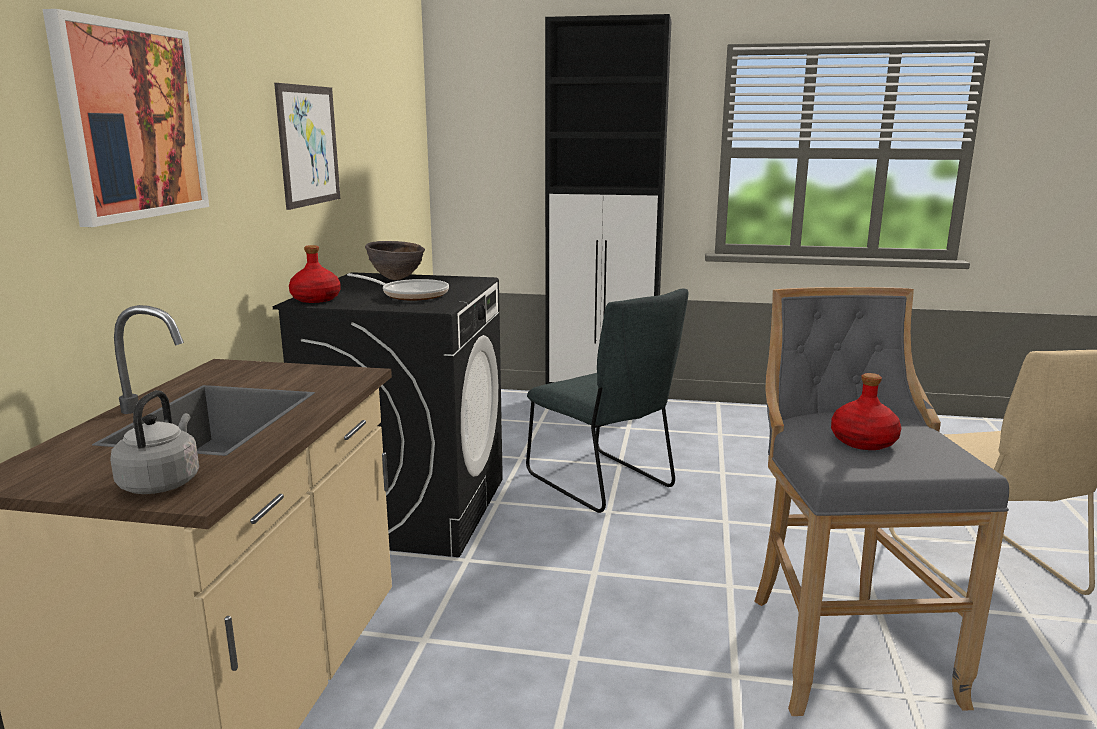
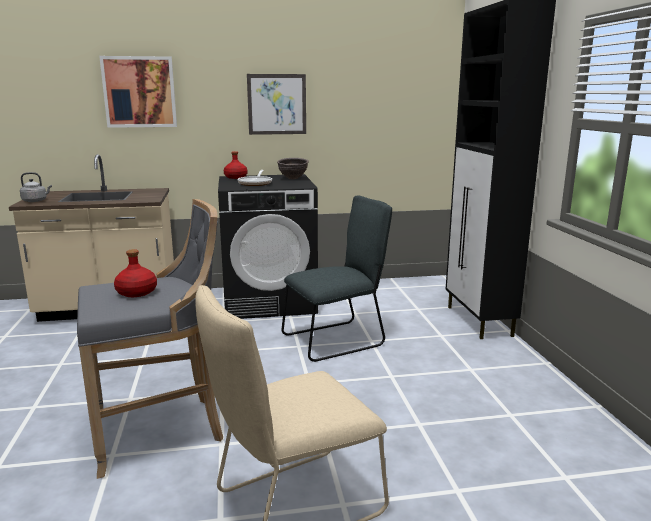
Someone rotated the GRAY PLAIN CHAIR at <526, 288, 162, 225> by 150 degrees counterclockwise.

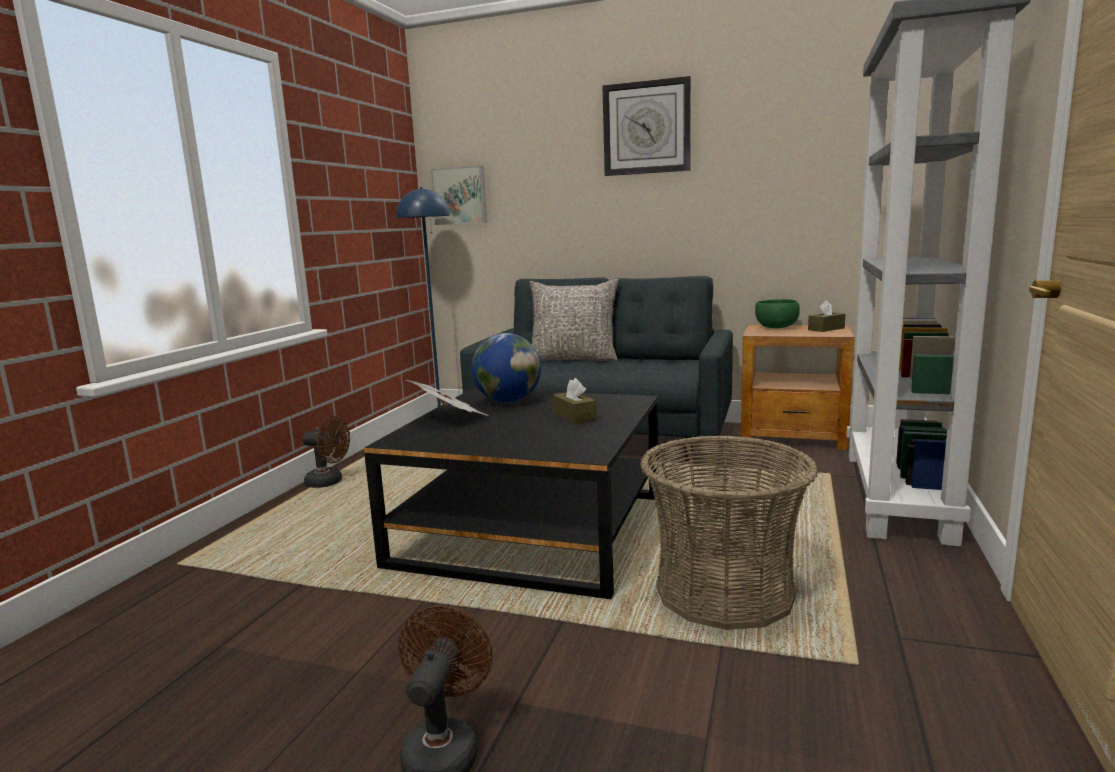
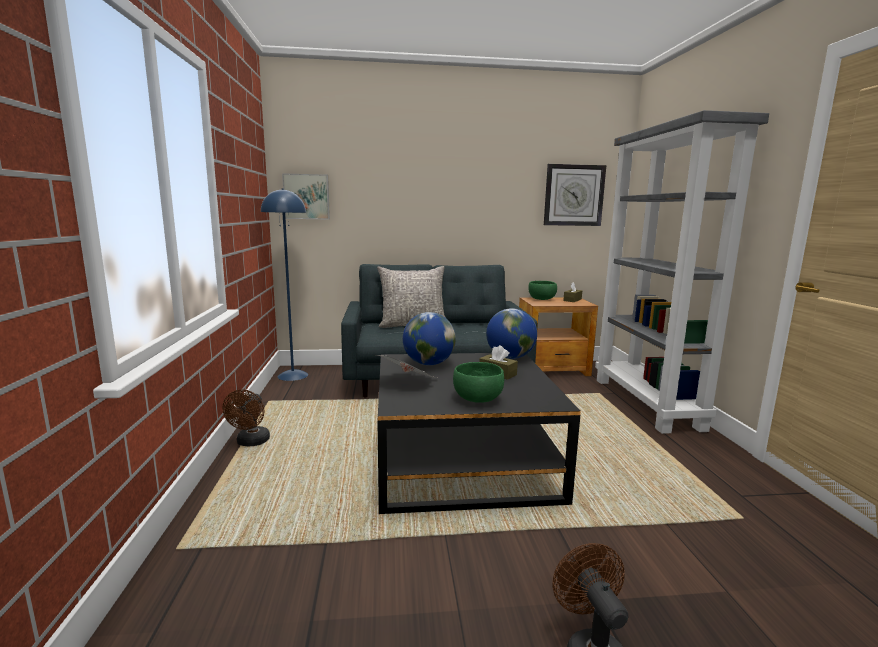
Someone rotated the BROWN FAN at <302, 416, 48, 72> by 105 degrees clockwise.
Someone put down the GREEN DEEP DISH at <453, 362, 51, 41>.
Someone put down the WORLD GLOBE at <486, 308, 51, 51>.
Someone carried the HANGING CLOCK from <602, 76, 89, 100> to <544, 164, 62, 62>.
Someone took away the HOUSEHOLD BASKET at <640, 435, 178, 195>.

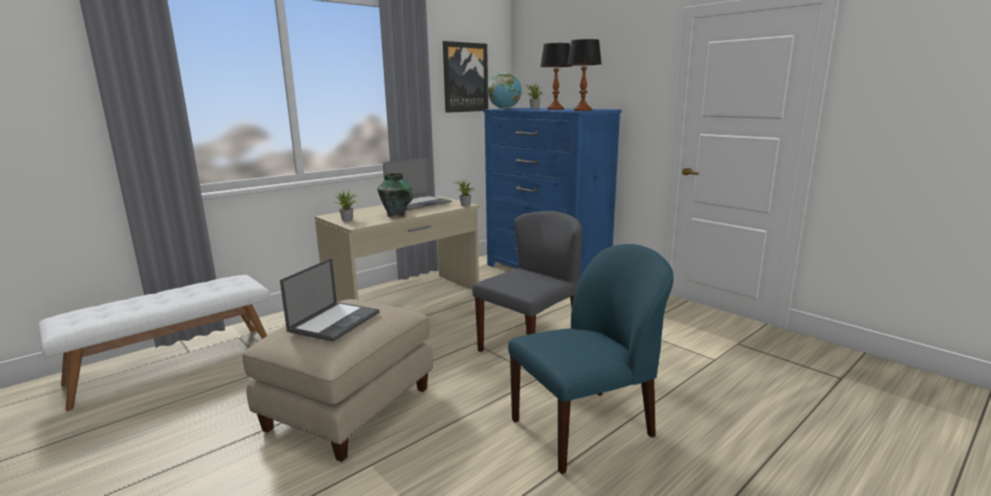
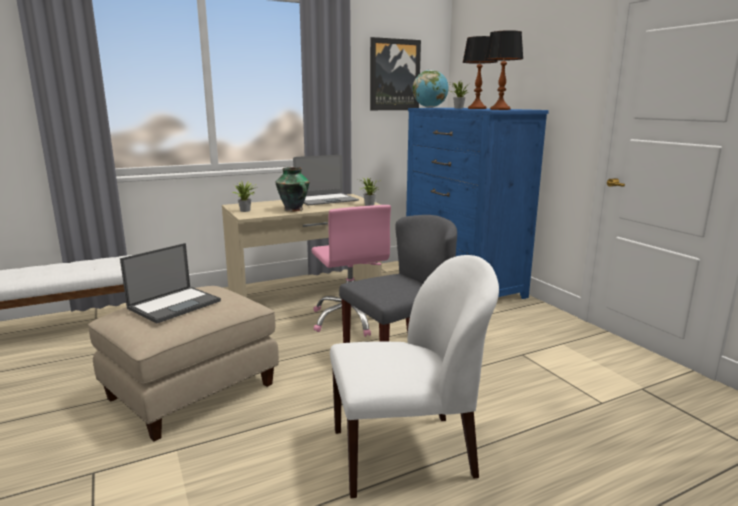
Someone put down the PINK COMPUTER CHAIR at <311, 205, 80, 132>.
Someone repainted the BLUE PLAIN CHAIR at <508, 244, 166, 230>, which became the WHITE-COLOURED PLAIN CHAIR at <330, 255, 169, 244>.

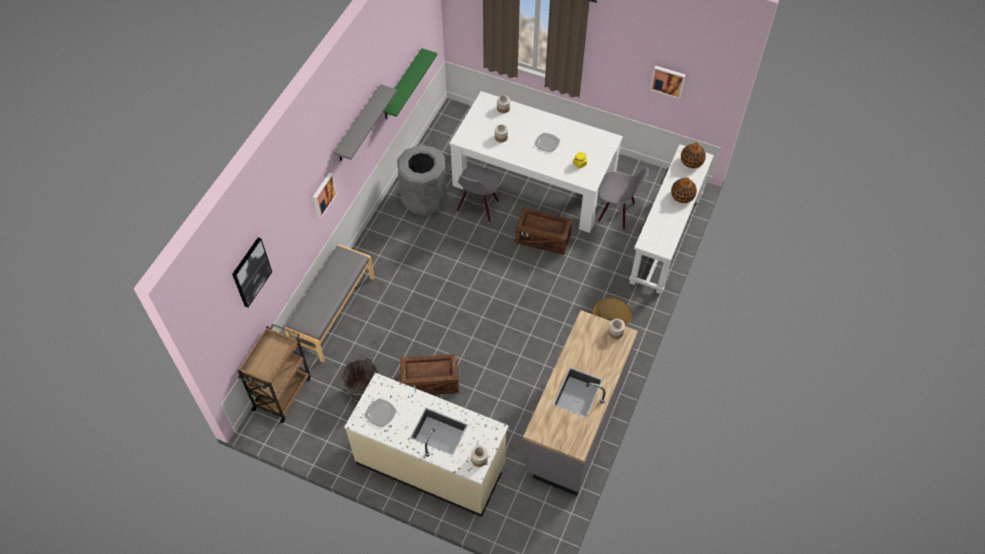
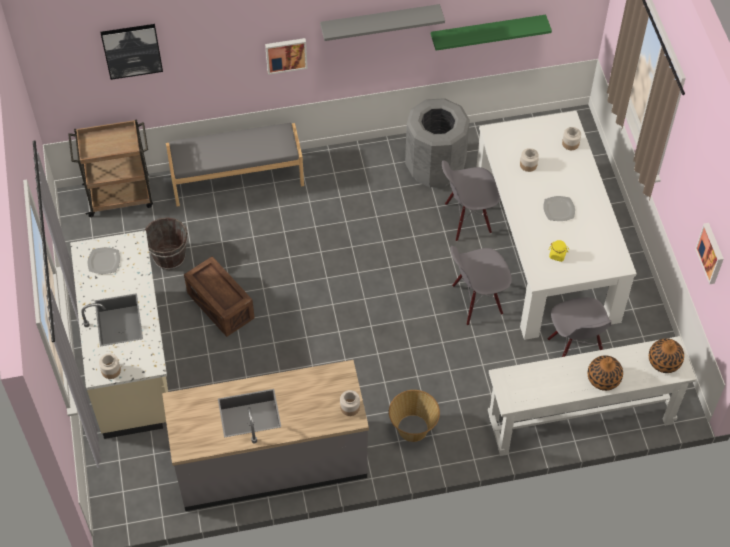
Someone swapped the CRATE at <515, 207, 57, 48> for the GRAY PLAIN CHAIR at <451, 246, 61, 80>.

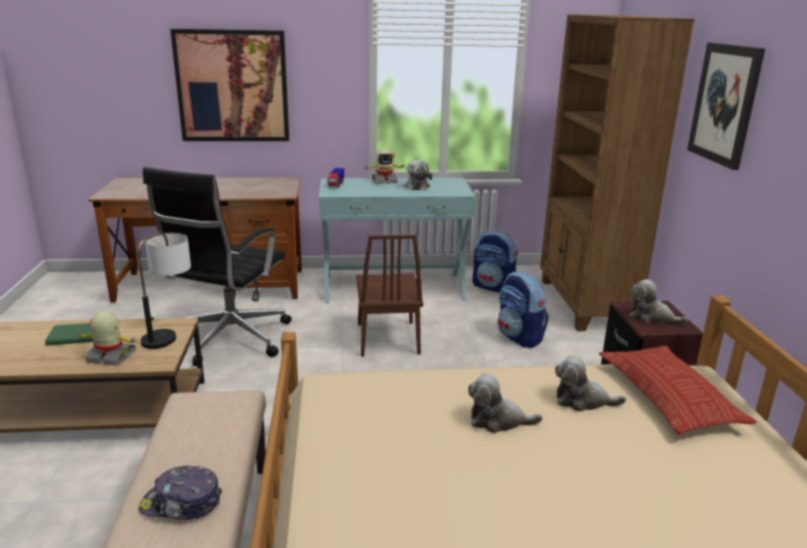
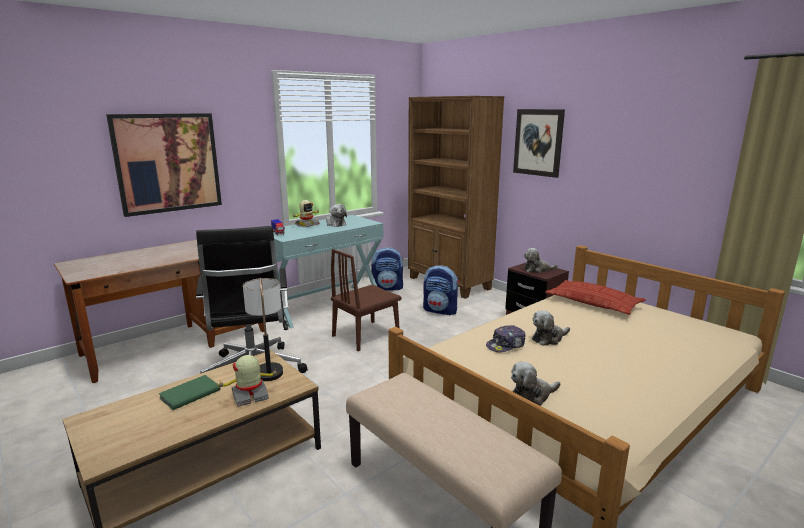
Someone rotated the BROWN PLAIN CHAIR at <356, 235, 67, 122> by 90 degrees clockwise.
Someone carried the BASEBALL CAP from <139, 466, 83, 54> to <486, 325, 40, 27>.
Someone carried the CUDDLY TOY from <555, 355, 71, 56> to <511, 362, 49, 44>.

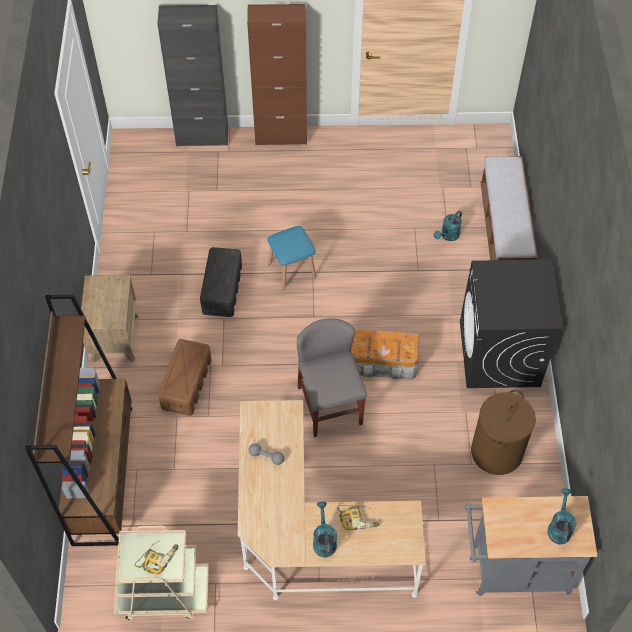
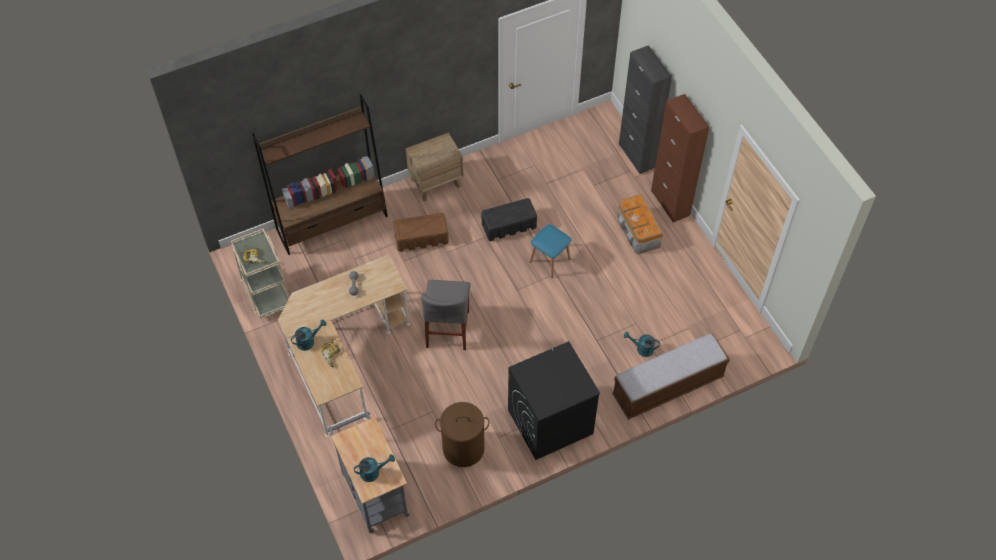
Someone rotated the GRAY PLAIN CHAIR at <297, 318, 70, 119> by 135 degrees clockwise.
Someone carried the STORAGE BIN from <351, 329, 68, 50> to <617, 194, 46, 60>.

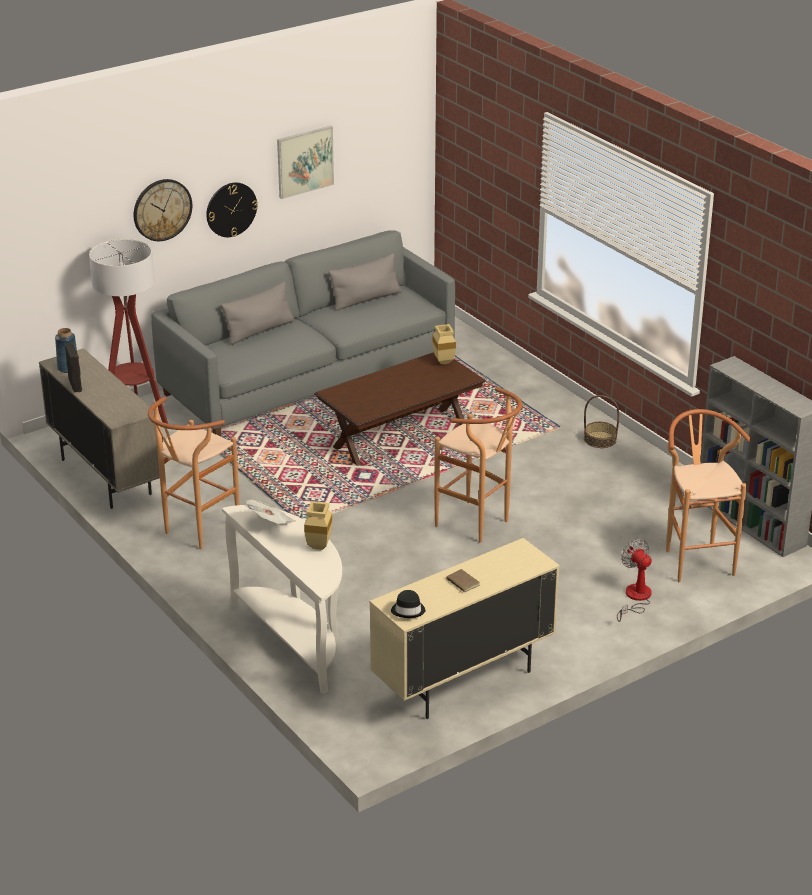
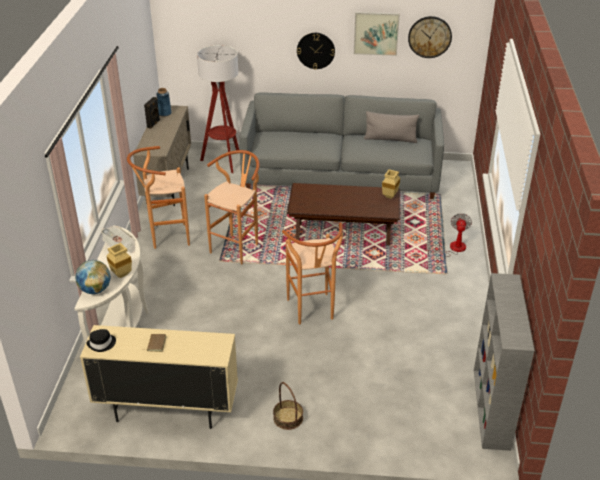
Someone put down the WORLD GLOBE at <75, 260, 36, 34>.
Someone carried the BROWN STOOL SEAT from <666, 409, 85, 173> to <204, 150, 55, 115>.
Someone carried the HOUSEHOLD BASKET from <584, 395, 35, 53> to <273, 382, 30, 48>.
Someone carried the HANGING CLOCK from <134, 179, 58, 62> to <408, 16, 44, 42>.
Someone carried the FAN from <617, 539, 35, 83> to <426, 213, 46, 44>.
Someone took away the GRAY PILLOW at <221, 282, 74, 63>.

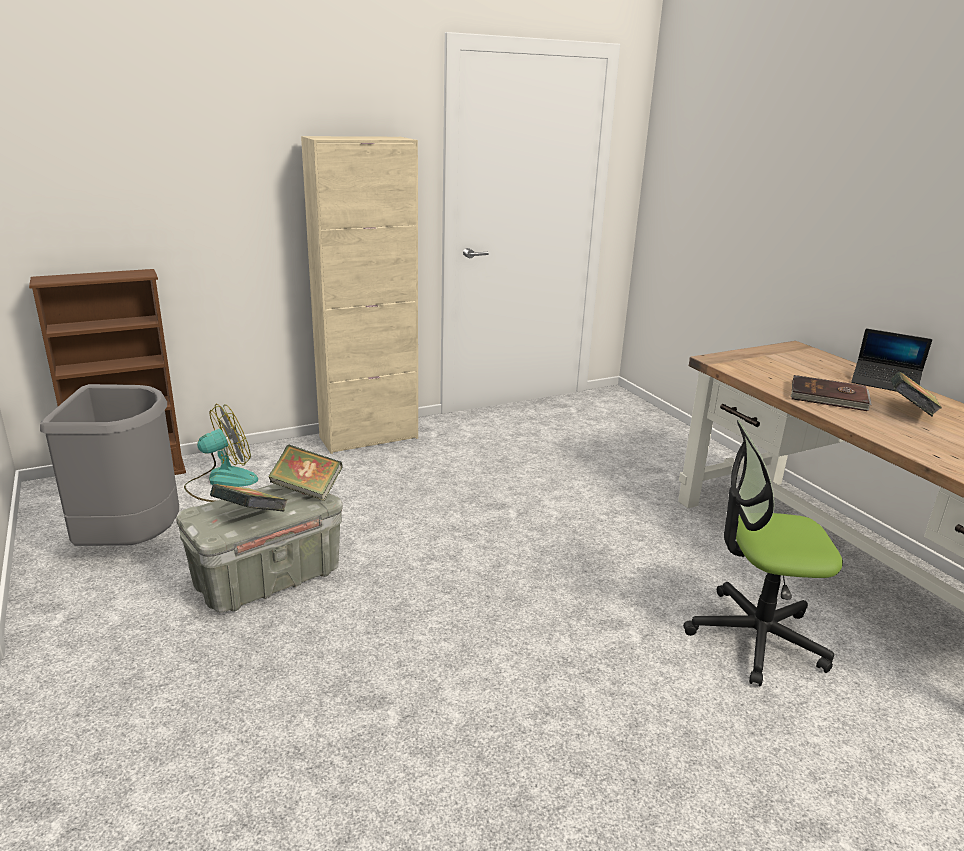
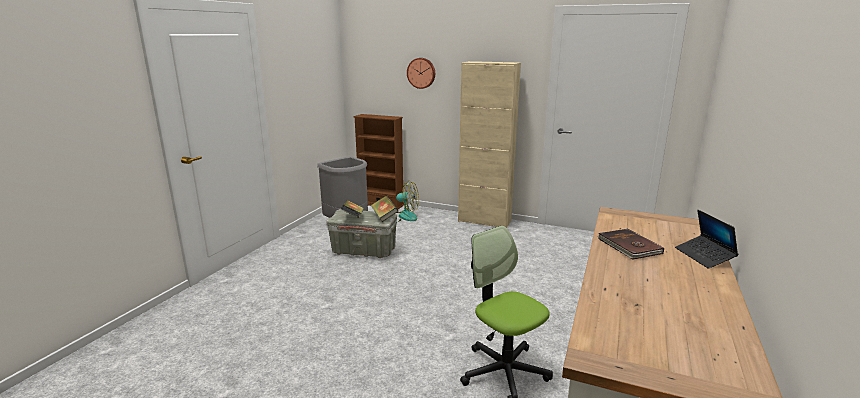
Someone put up the HANGING CLOCK at <407, 58, 28, 31>.
Someone took away the VOLUME at <891, 372, 51, 45>.

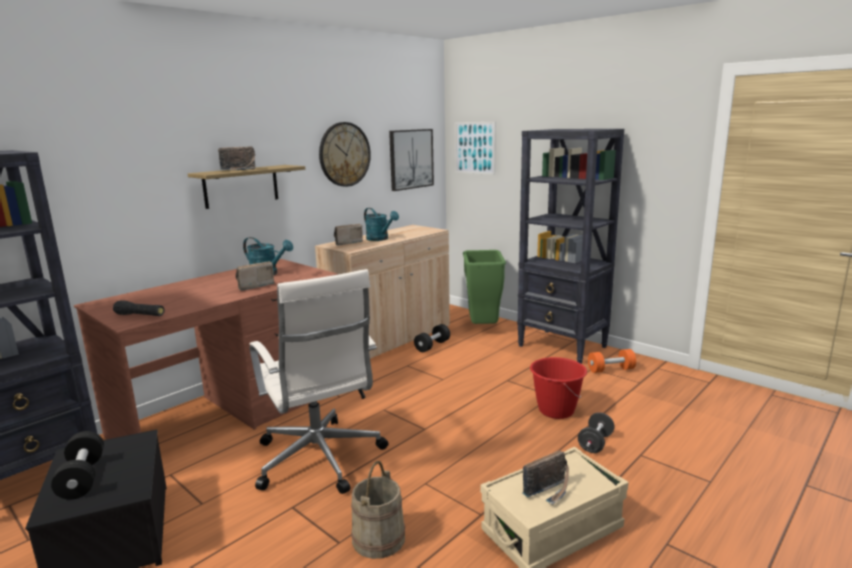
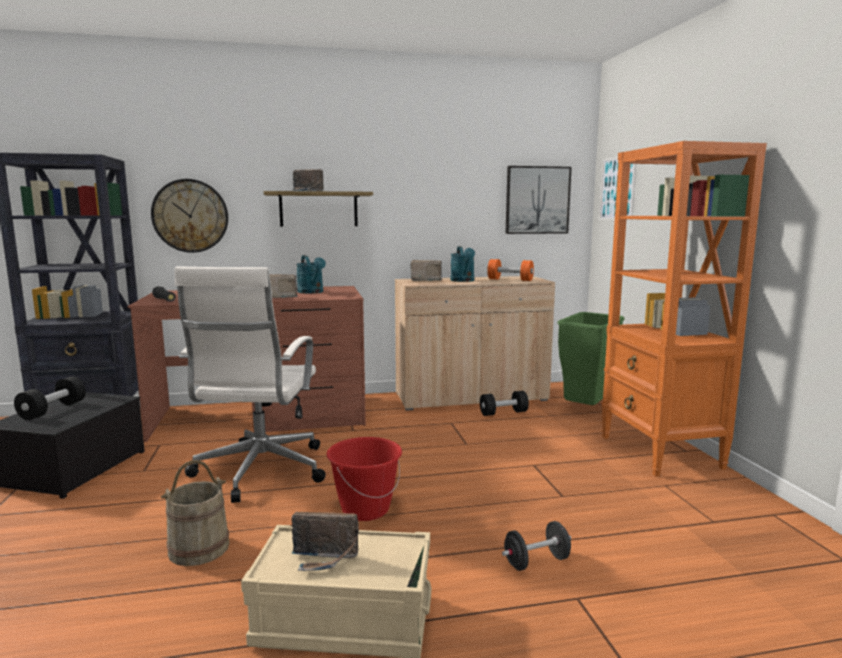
Someone carried the HANGING CLOCK from <319, 122, 52, 65> to <151, 179, 77, 74>.
Someone carried the RED-COLOURED PAIL from <530, 357, 57, 62> to <326, 437, 76, 84>.
Someone carried the ORANGE DUMBBELL from <588, 349, 48, 24> to <487, 259, 47, 22>.
Someone repainted the BLACK BOOKSHELF at <517, 129, 107, 235>, which became the ORANGE BOOKSHELF at <602, 141, 165, 335>.

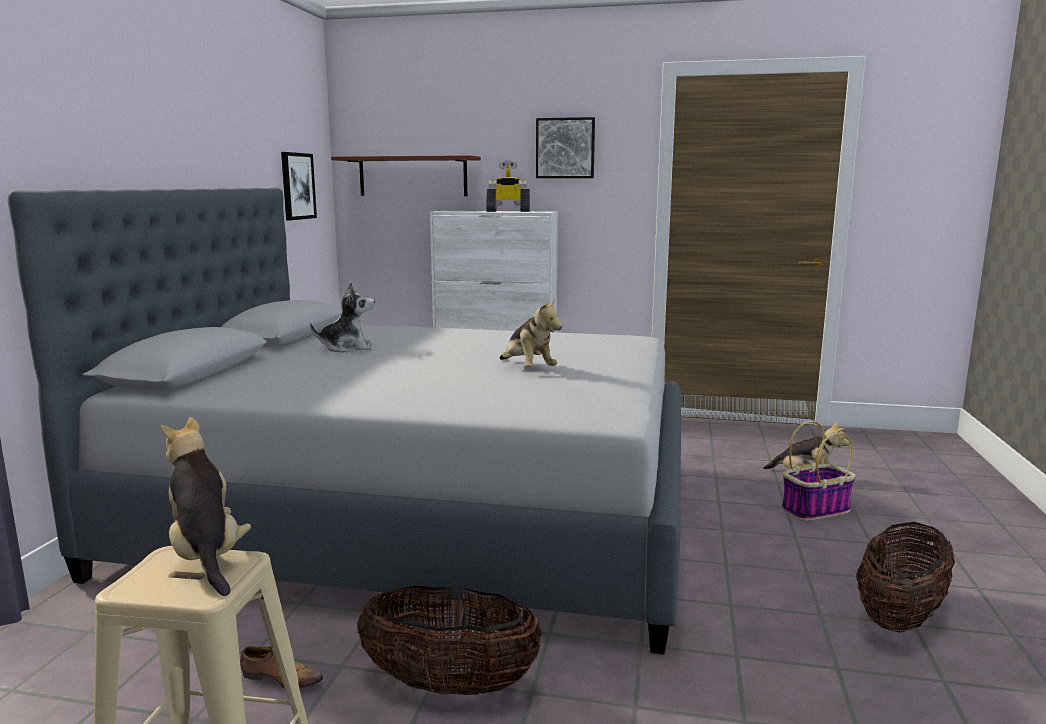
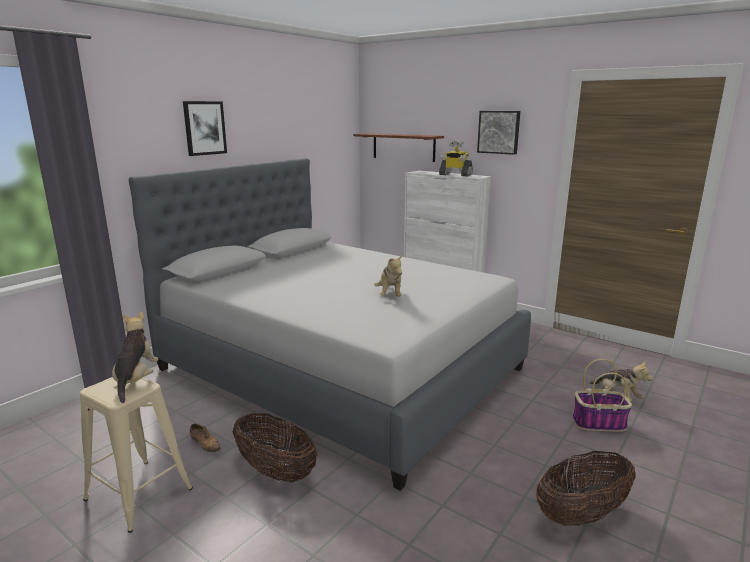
Someone carried the PICTURE from <281, 152, 36, 68> to <183, 101, 44, 55>.
Someone took away the CUDDLY TOY at <310, 282, 65, 70>.

